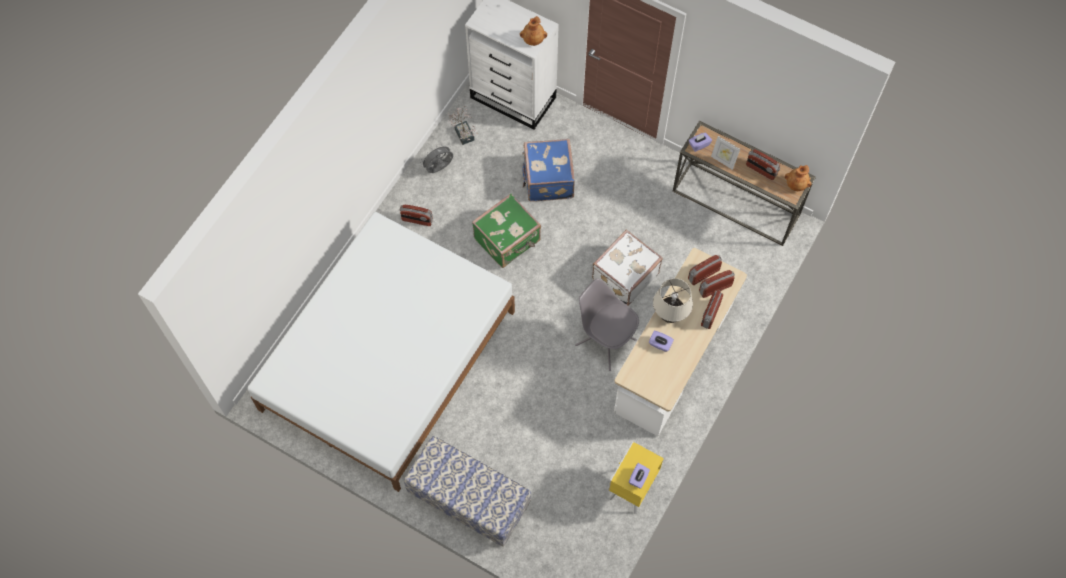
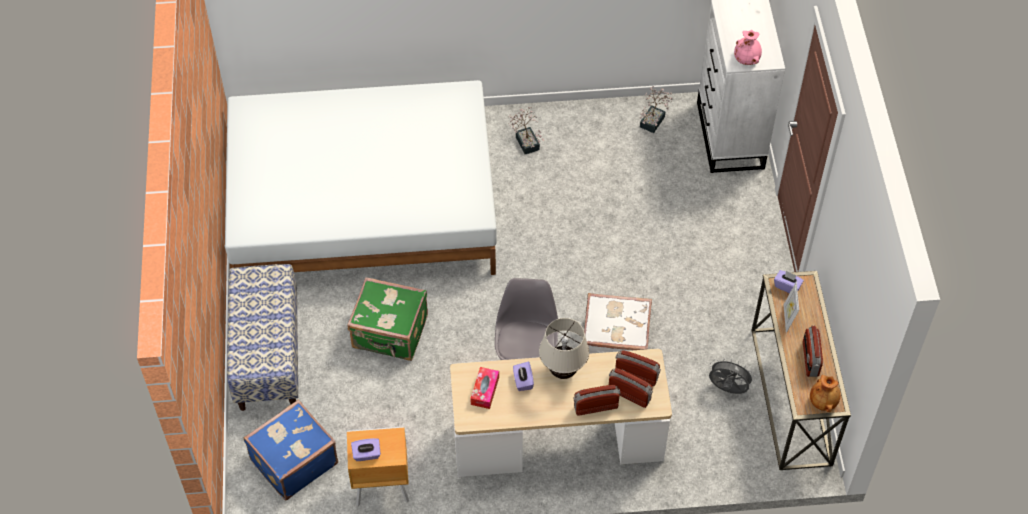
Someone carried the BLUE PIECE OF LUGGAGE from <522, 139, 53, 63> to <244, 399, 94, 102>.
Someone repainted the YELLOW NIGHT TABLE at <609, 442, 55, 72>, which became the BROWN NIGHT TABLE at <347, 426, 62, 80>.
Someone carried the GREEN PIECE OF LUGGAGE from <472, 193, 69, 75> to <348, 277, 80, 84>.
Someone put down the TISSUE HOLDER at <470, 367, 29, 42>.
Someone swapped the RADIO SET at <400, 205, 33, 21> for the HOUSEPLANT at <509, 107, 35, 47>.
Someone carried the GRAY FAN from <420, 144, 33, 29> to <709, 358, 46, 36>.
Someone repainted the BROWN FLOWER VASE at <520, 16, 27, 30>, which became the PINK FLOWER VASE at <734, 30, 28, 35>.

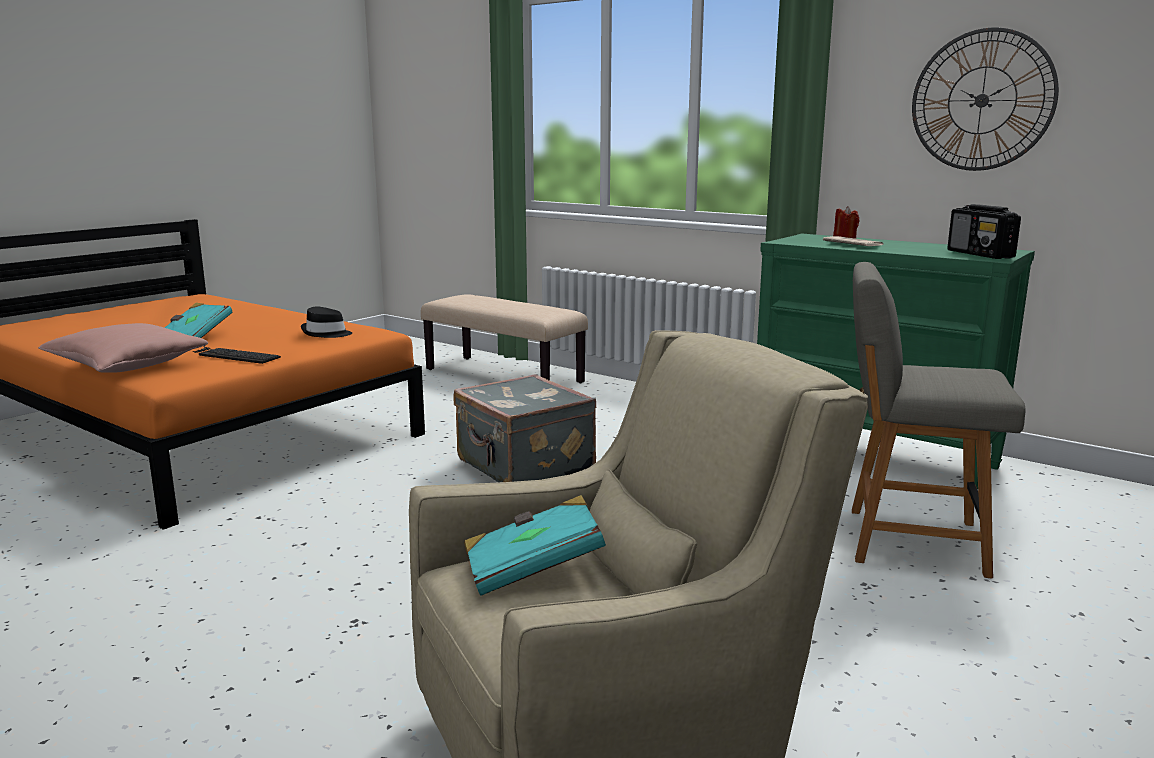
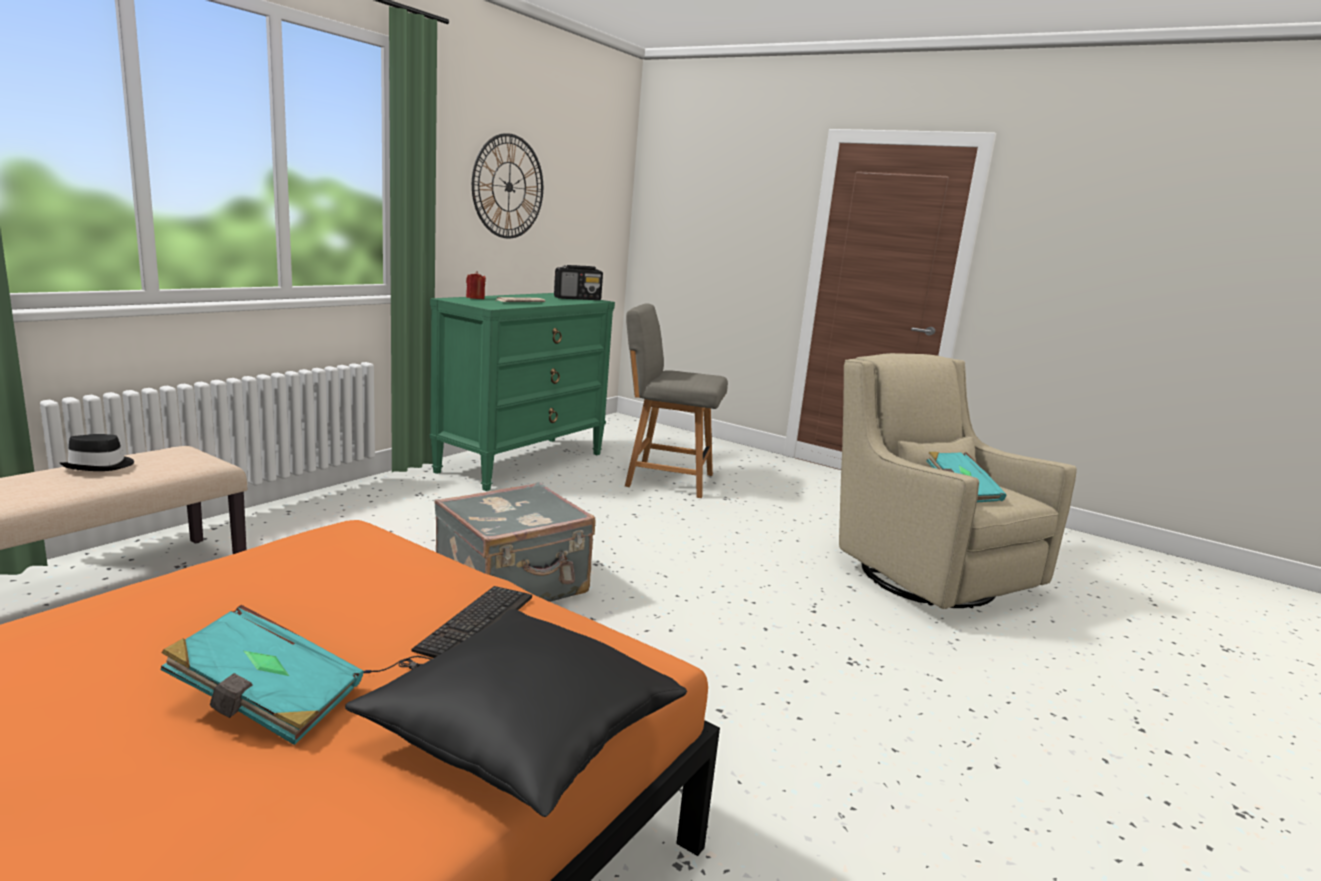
Someone carried the BLACK WEARABLE HAT from <301, 307, 51, 31> to <60, 434, 74, 37>.
Someone repainted the PINK PILLOW at <38, 323, 170, 50>, which became the BLACK PILLOW at <345, 609, 342, 208>.
Someone rotated the GRAY PLAIN CHAIR at <852, 262, 174, 317> by 90 degrees clockwise.

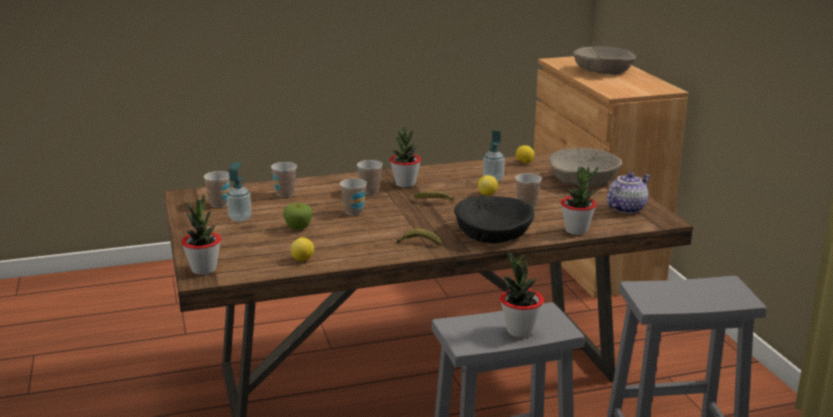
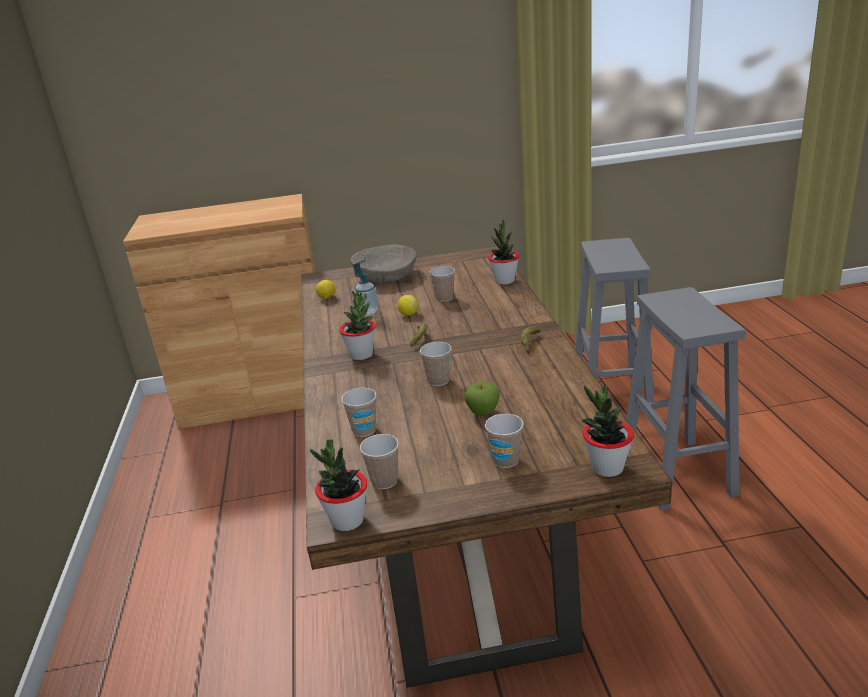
Someone carried the HOUSEPLANT from <500, 250, 44, 88> to <310, 440, 57, 91>.
Someone carried the CUP from <357, 160, 26, 35> to <485, 414, 39, 54>.
Someone took away the SOAP BOTTLE at <227, 162, 24, 60>.
Someone took away the WHOLE LEMON at <291, 237, 23, 24>.
Someone took away the BLACK DEEP DISH at <454, 195, 80, 49>.
Someone took away the BEIGE-COLOURED DEEP DISH at <573, 46, 63, 28>.
Someone took away the TEA POT at <607, 172, 43, 42>.

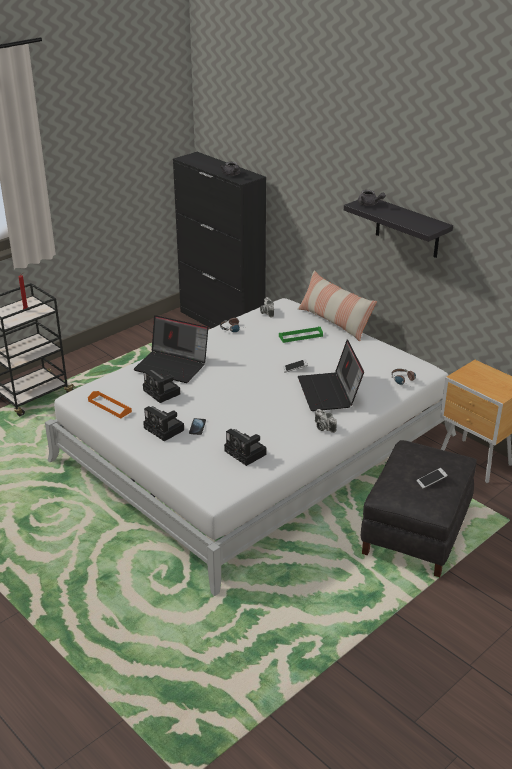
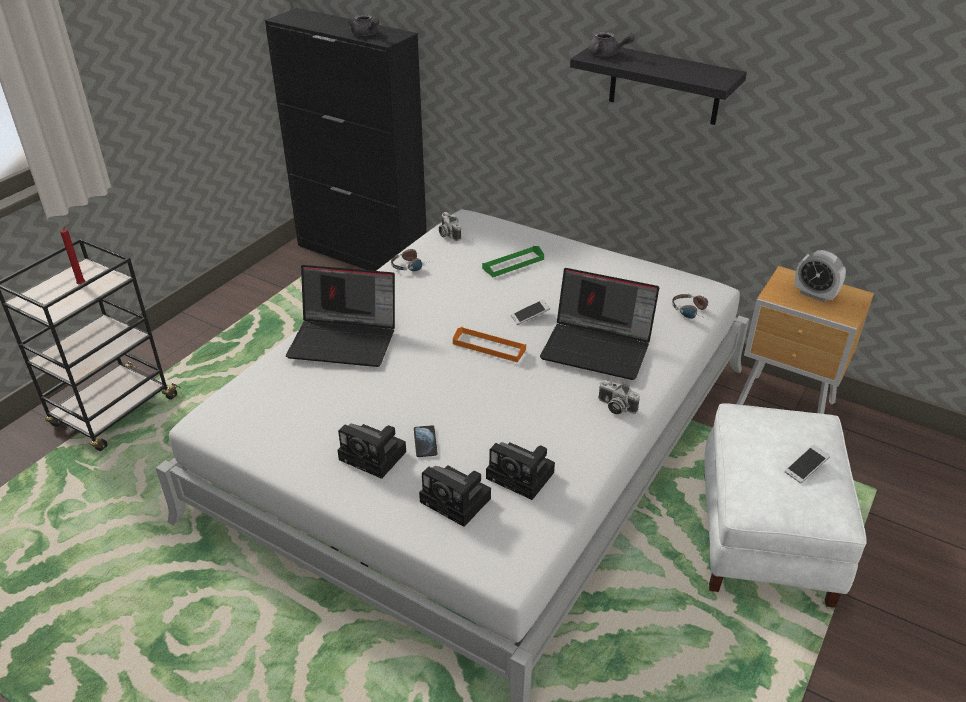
Someone carried the PHOTO CAMERA from <143, 369, 37, 34> to <419, 465, 72, 62>.
Someone carried the ORANGE TRAY from <88, 391, 44, 27> to <453, 327, 73, 35>.
Someone rotated the LAPTOP at <298, 340, 66, 71> by 45 degrees counterclockwise.
Someone repainted the BLACK FOOTREST at <361, 440, 116, 138>, which became the WHITE-COLOURED FOOTREST at <705, 403, 161, 205>.
Someone put down the ALARM CLOCK at <794, 250, 52, 52>.
Someone took away the PILLOW at <298, 270, 79, 71>.

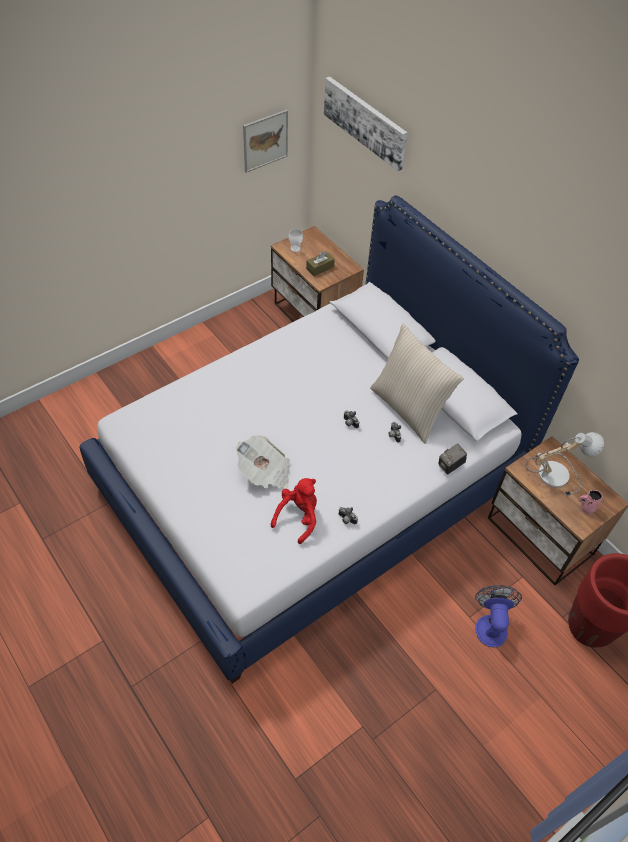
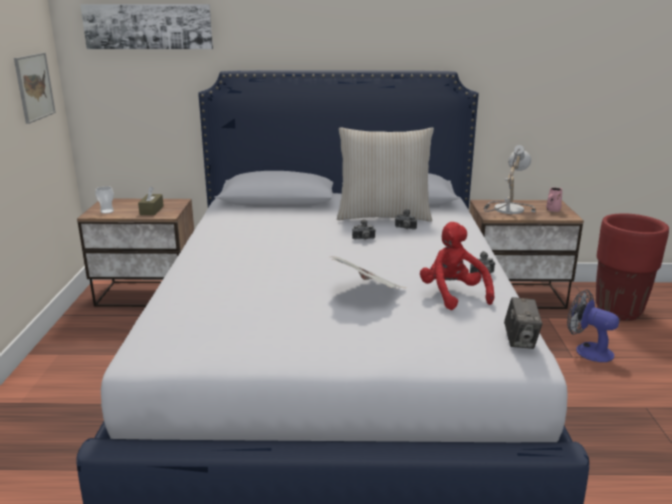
Someone carried the PHOTO CAMERA from <438, 444, 29, 31> to <504, 297, 39, 52>.

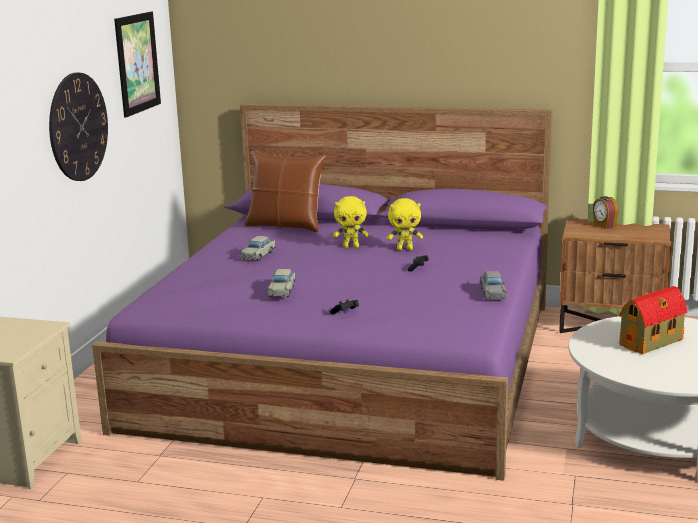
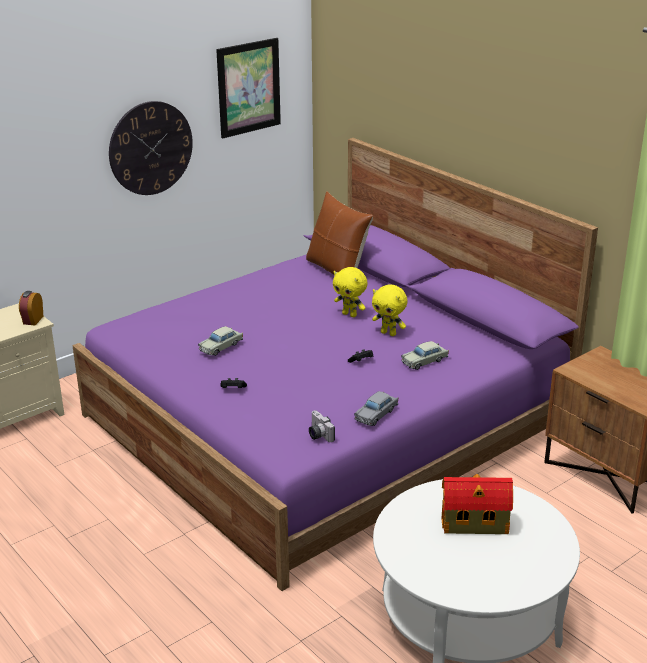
Someone carried the ALARM CLOCK from <593, 196, 26, 33> to <19, 291, 25, 34>.
Someone put down the PHOTO CAMERA at <309, 410, 26, 32>.
Someone carried the BEIGE-COLOURED TOY CAR from <240, 236, 36, 25> to <401, 341, 48, 29>.

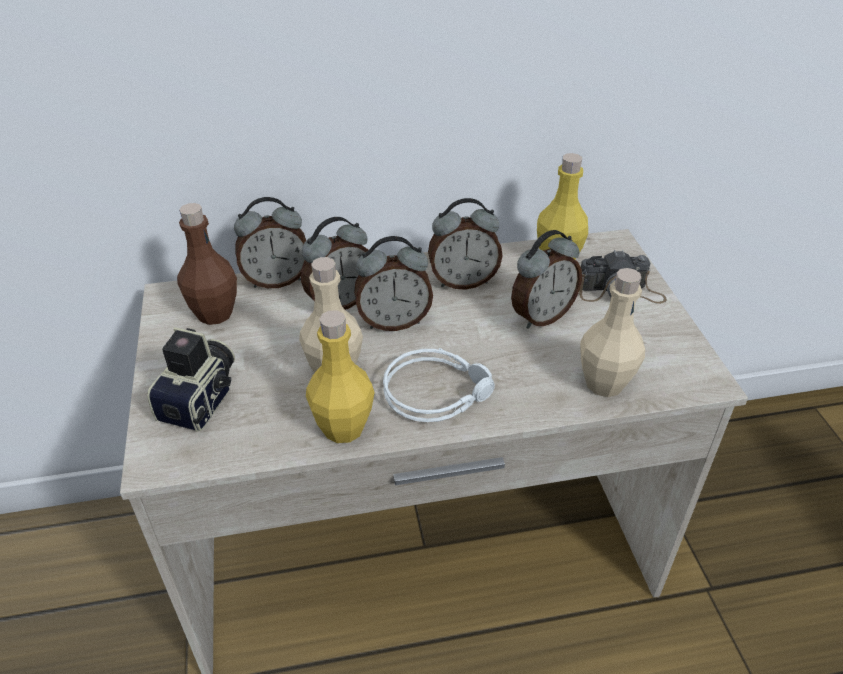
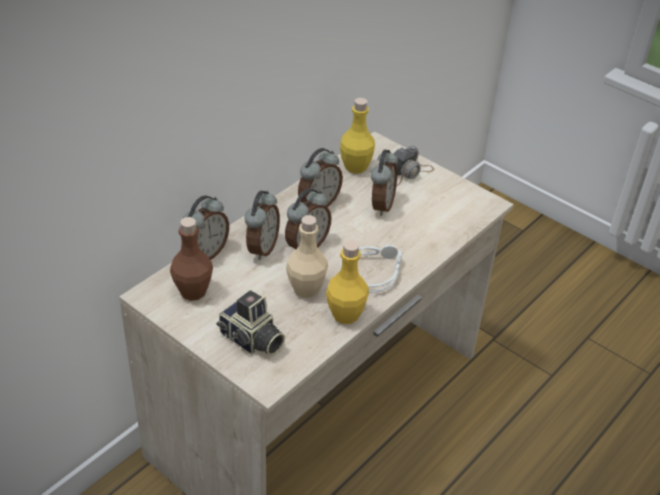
Someone rotated the PHOTO CAMERA at <147, 327, 88, 105> by 150 degrees clockwise.
Someone took away the BEIGE-COLOURED BEVERAGE BOTTLE at <580, 268, 65, 129>.

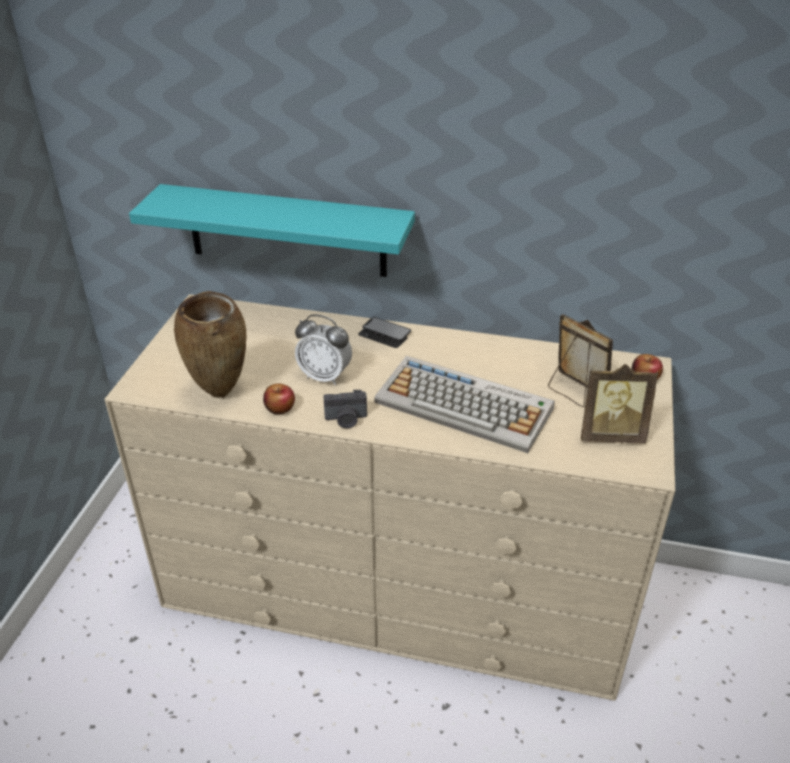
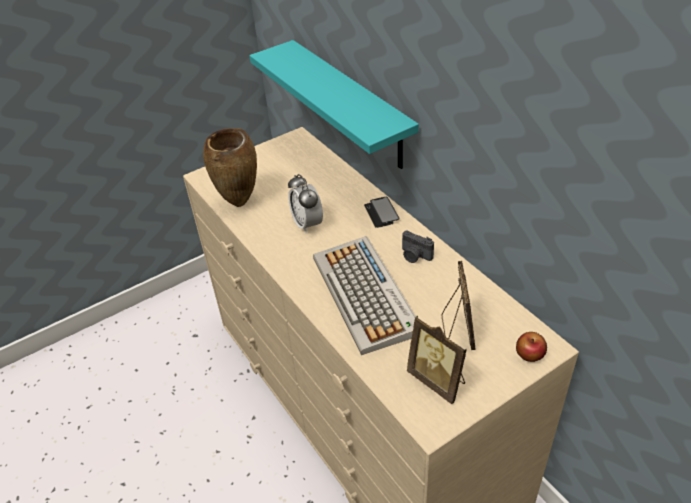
Someone carried the PHOTO CAMERA from <323, 390, 44, 38> to <402, 231, 32, 32>.
Someone took away the APPLE FRUIT at <263, 384, 32, 30>.

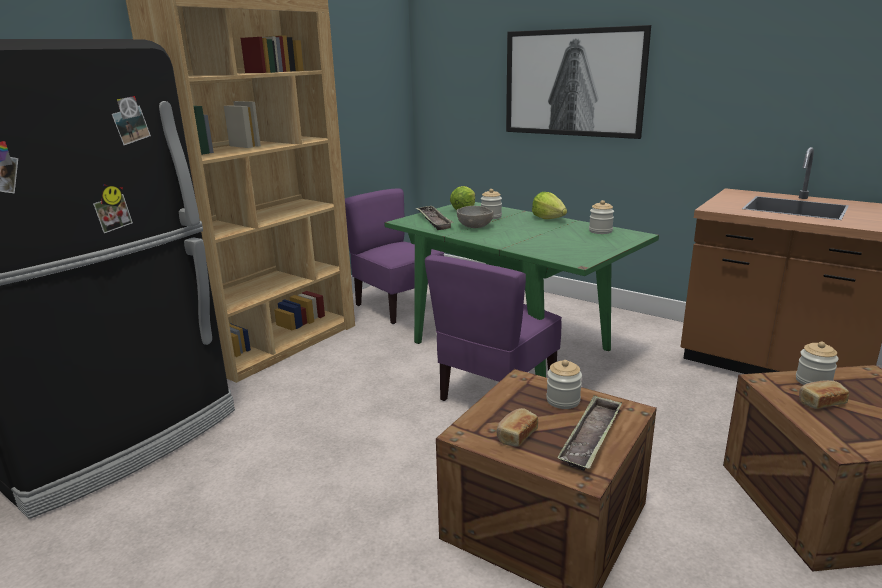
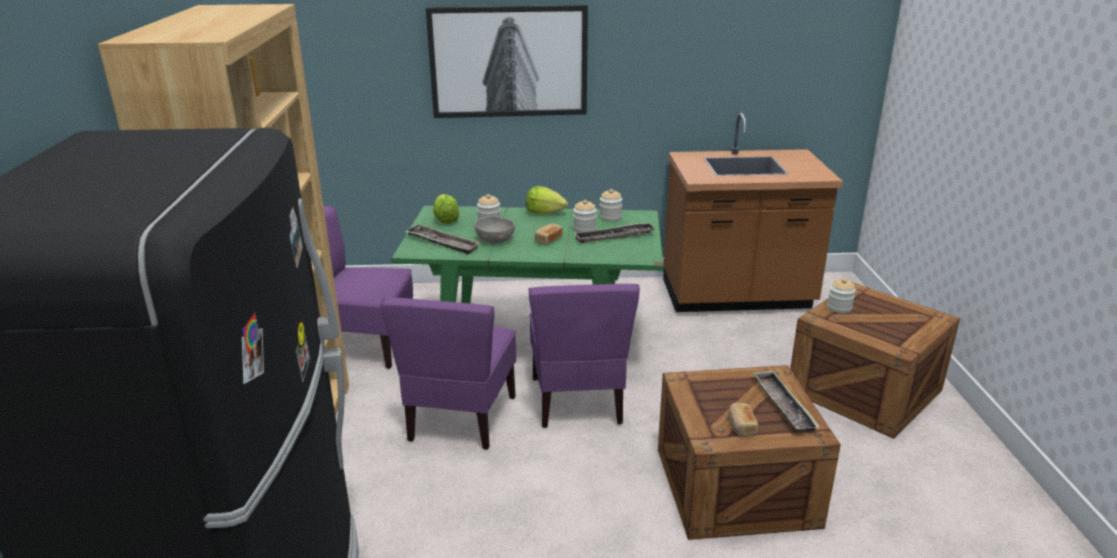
Someone put down the PURPLE-COLOURED PLAIN CHAIR at <380, 297, 136, 153>.
Someone carried the BREAD from <799, 380, 50, 29> to <535, 224, 28, 20>.
Someone carried the PRESERVE JAR from <546, 360, 36, 49> to <573, 200, 24, 32>.
Someone put down the TRAY at <574, 222, 82, 22>.

